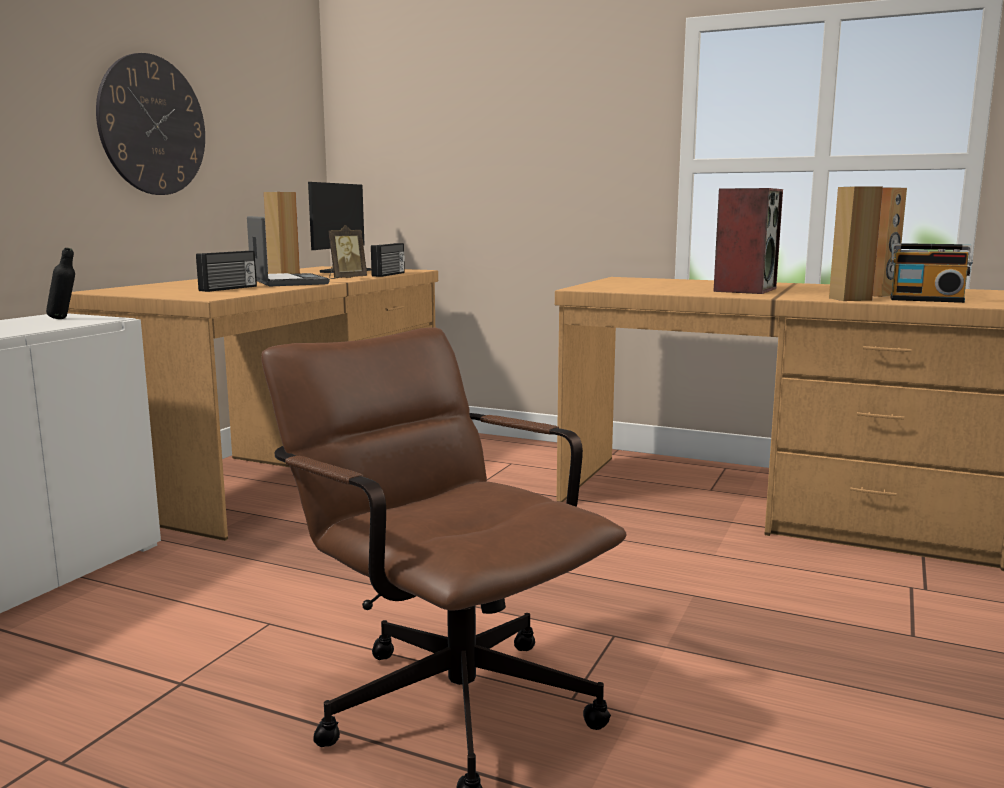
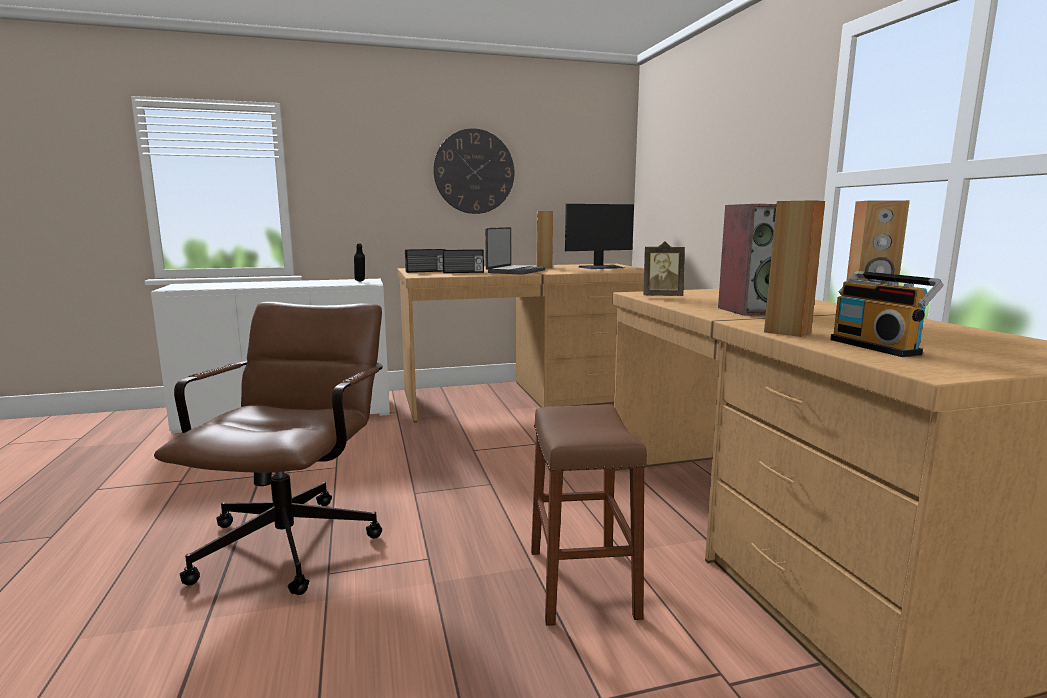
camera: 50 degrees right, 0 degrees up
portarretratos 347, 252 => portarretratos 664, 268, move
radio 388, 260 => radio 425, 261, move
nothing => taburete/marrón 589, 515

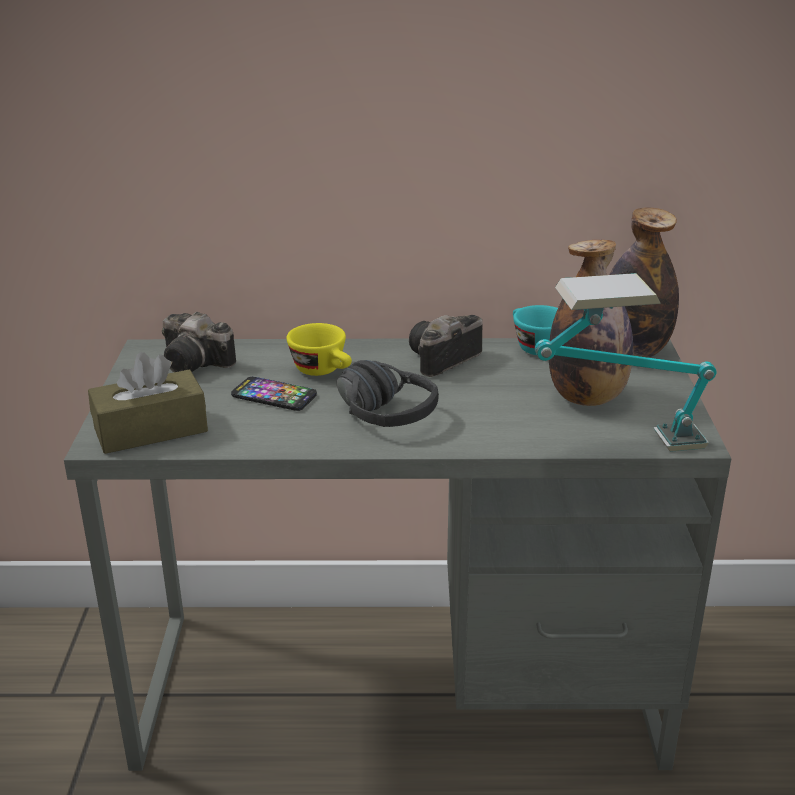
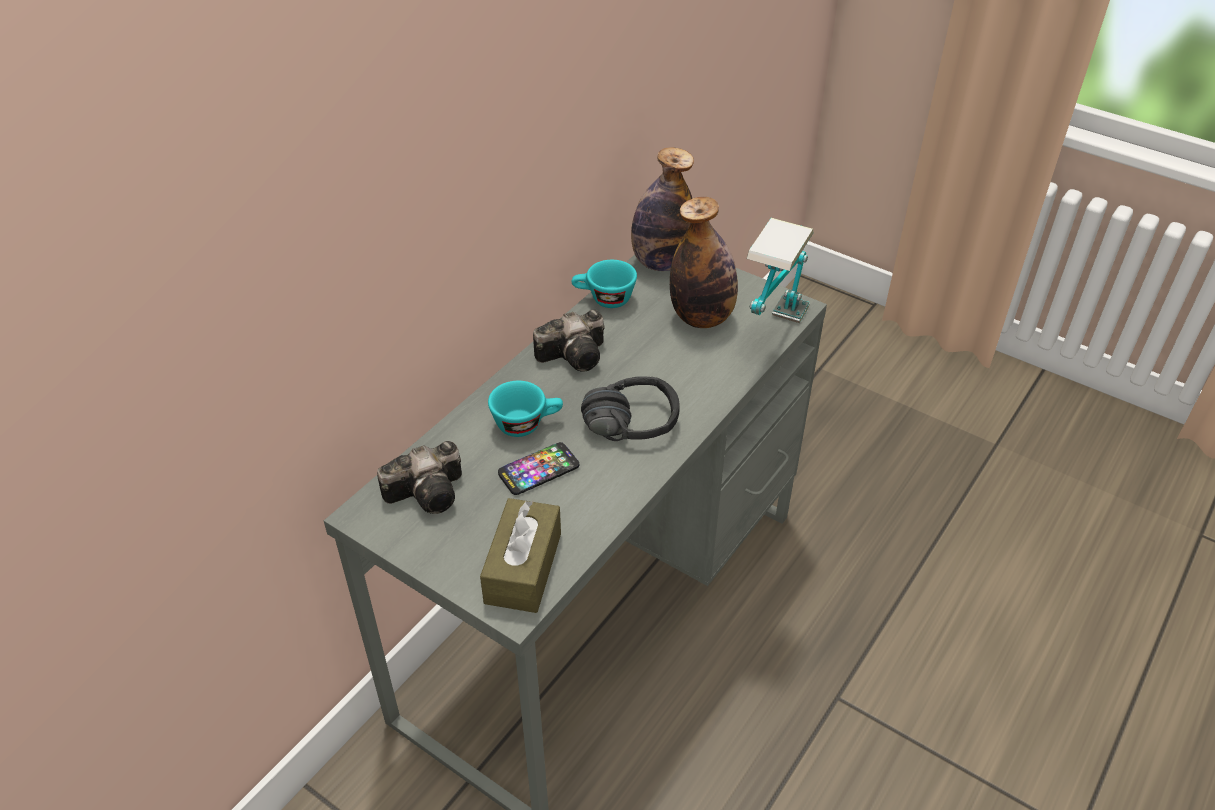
camera: 55 degrees left, 15 degrees up
taza/amarillo 319, 349 => taza/turquesa 525, 409
cámara 446, 346 => cámara 569, 340, 105 degrees counterclockwise

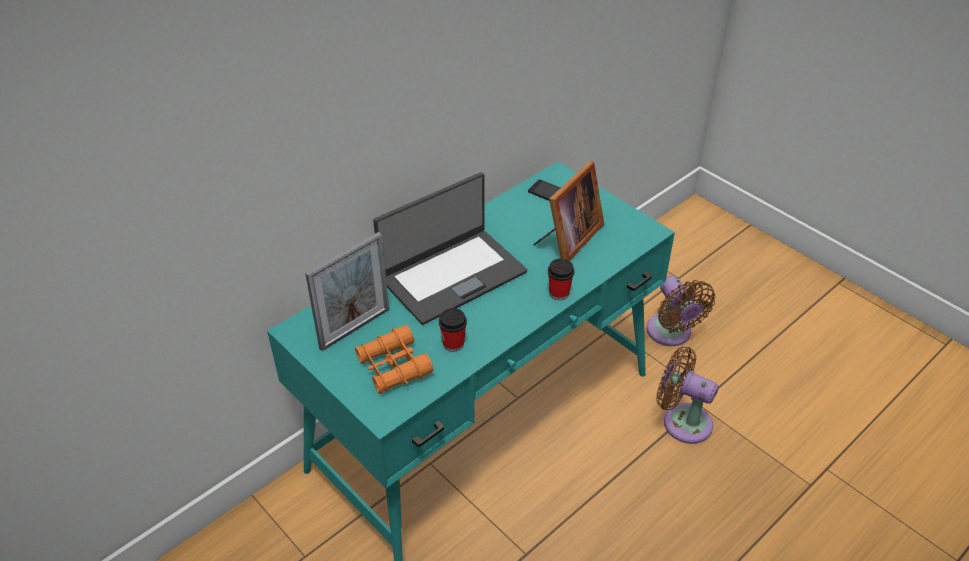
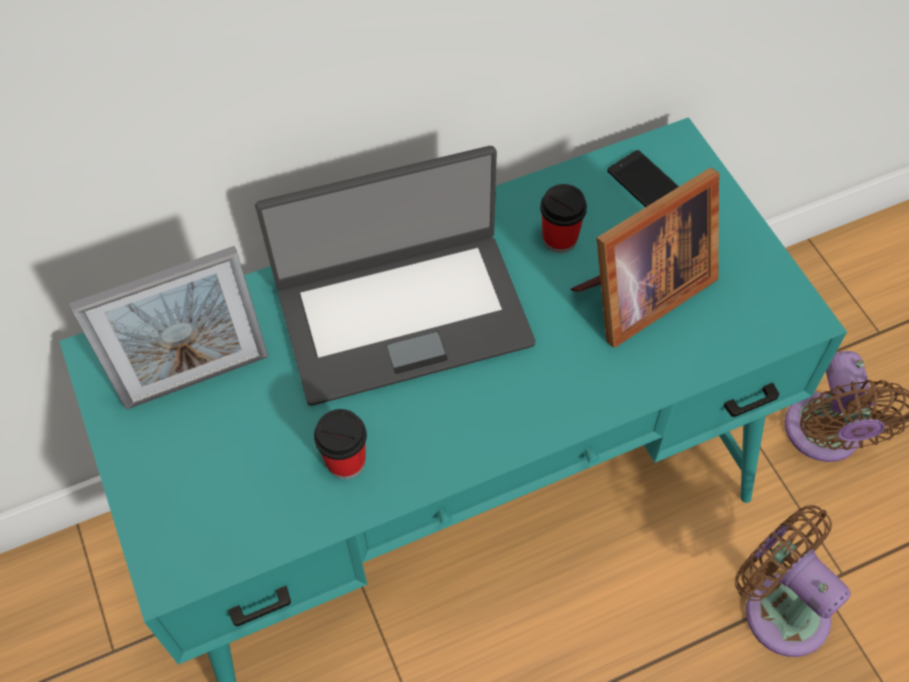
camera: 20 degrees right, 15 degrees up
prismáticos/naranja 394, 359 => nothing
taza 561, 279 => taza 563, 218, move

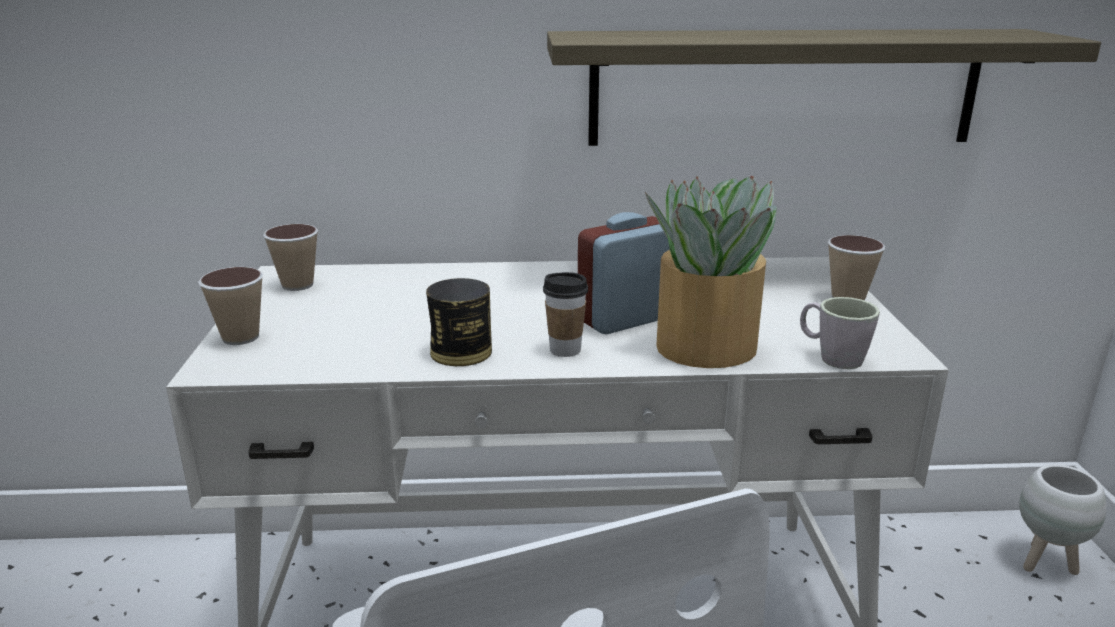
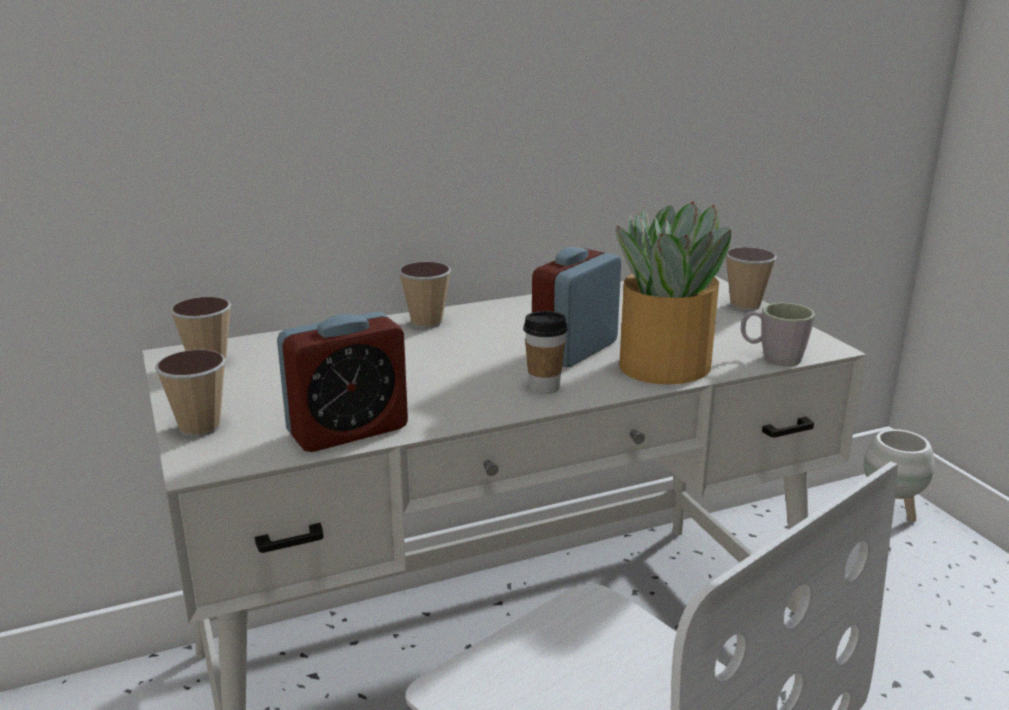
camera: 20 degrees left, 0 degrees up
lata 459, 322 => nothing
estante 824, 87 => nothing
nothing => despertador 342, 382
nothing => taza 425, 295

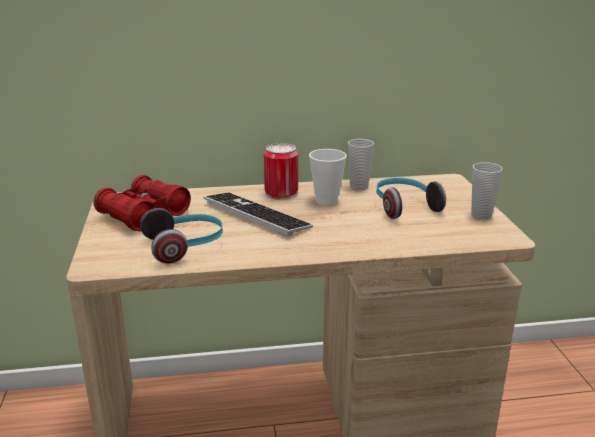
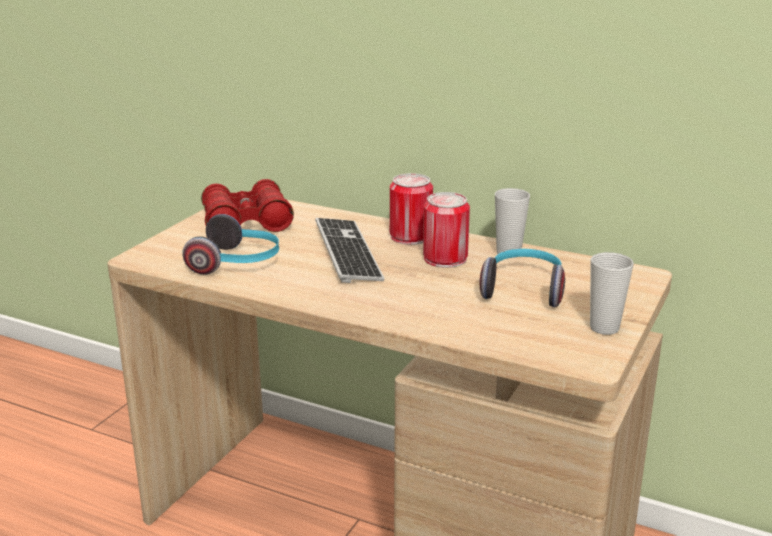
camera: 35 degrees right, 0 degrees up
taza 328, 177 => lata 446, 230

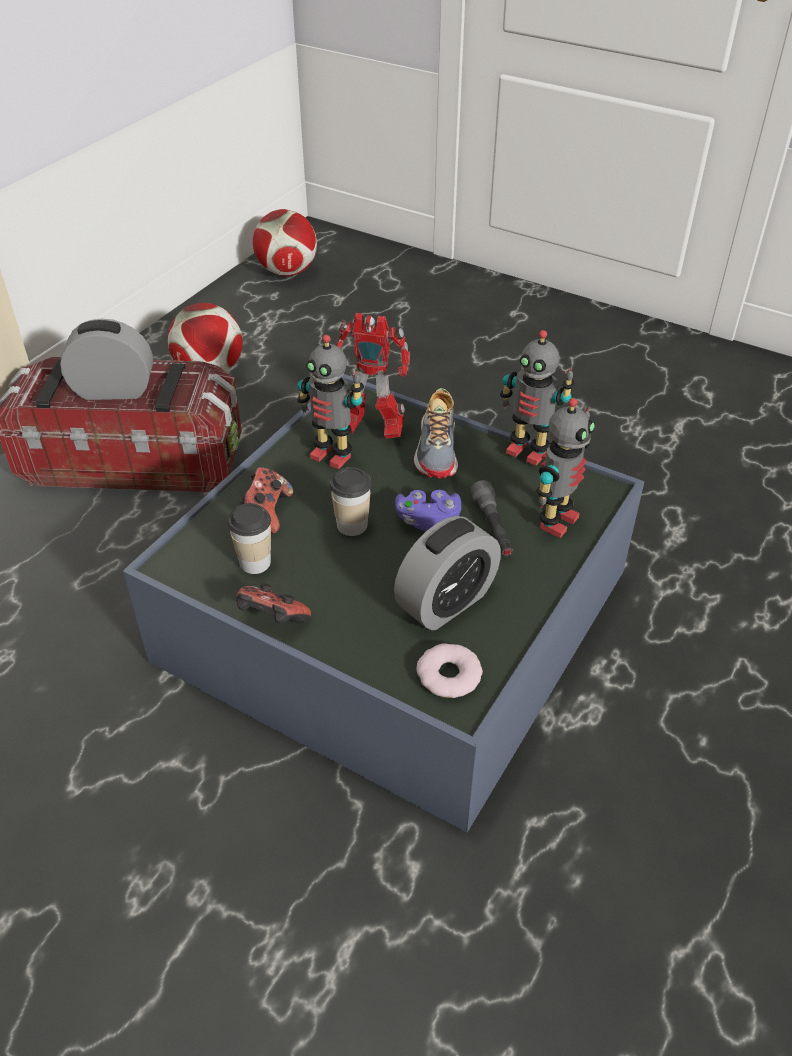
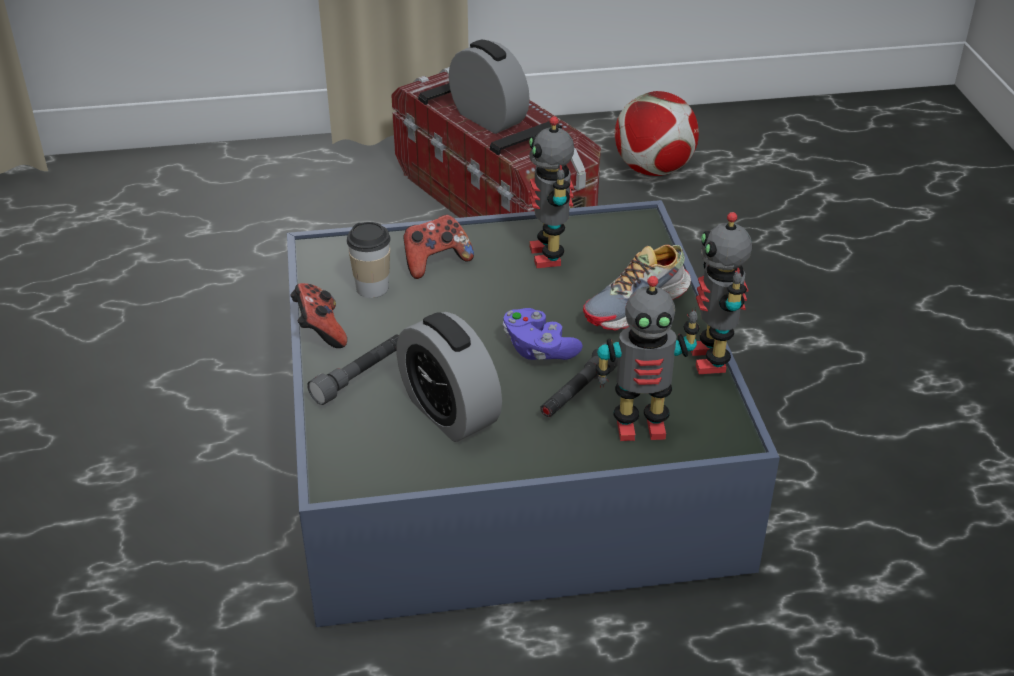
camera: 50 degrees right, 5 degrees down
balón de fútbol 285, 242 => nothing
taza 350, 501 => nothing
robot de juguete 373, 376 => nothing
despertador 447, 573 => despertador 449, 377, 45 degrees clockwise
rosquilla 450, 670 => nothing
nothing => linterna/gris 353, 370

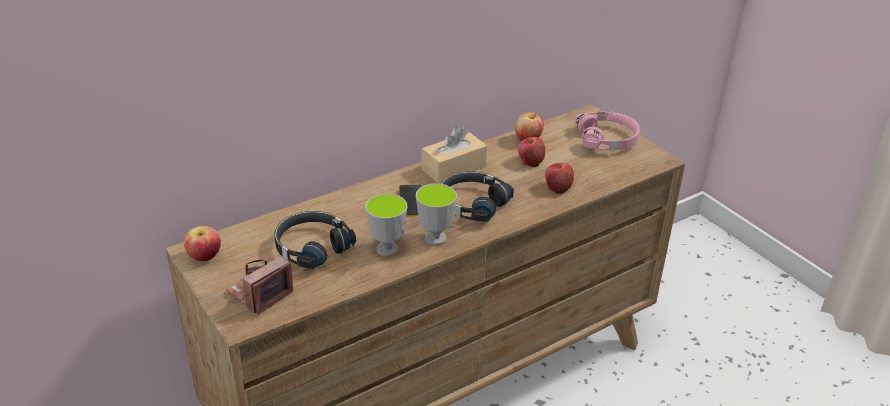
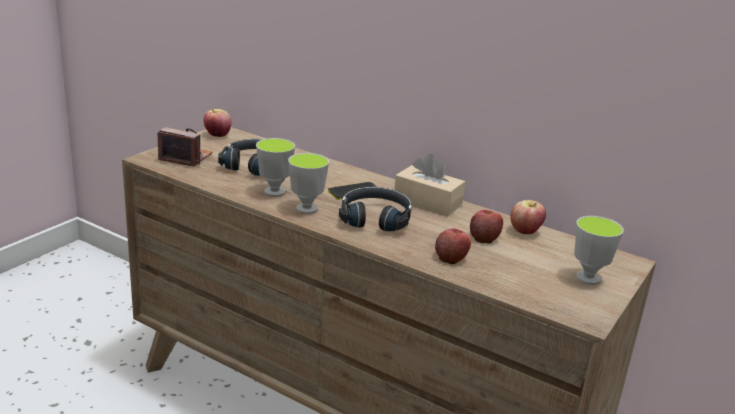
camera: 65 degrees right, 10 degrees down
auriculares/rosa 607, 130 => taza 599, 250

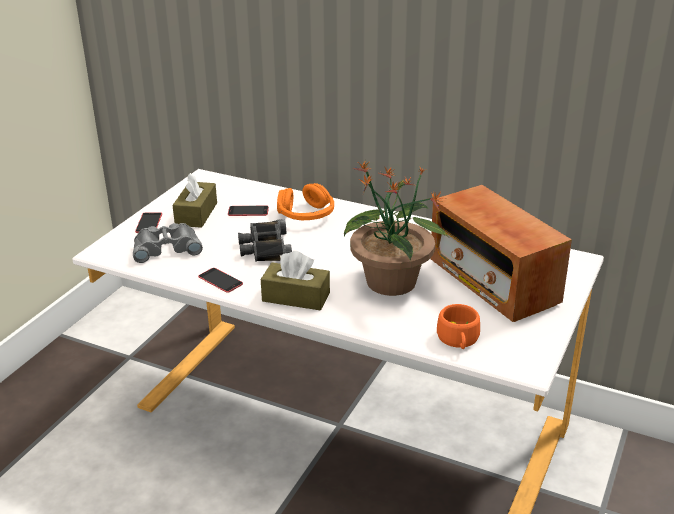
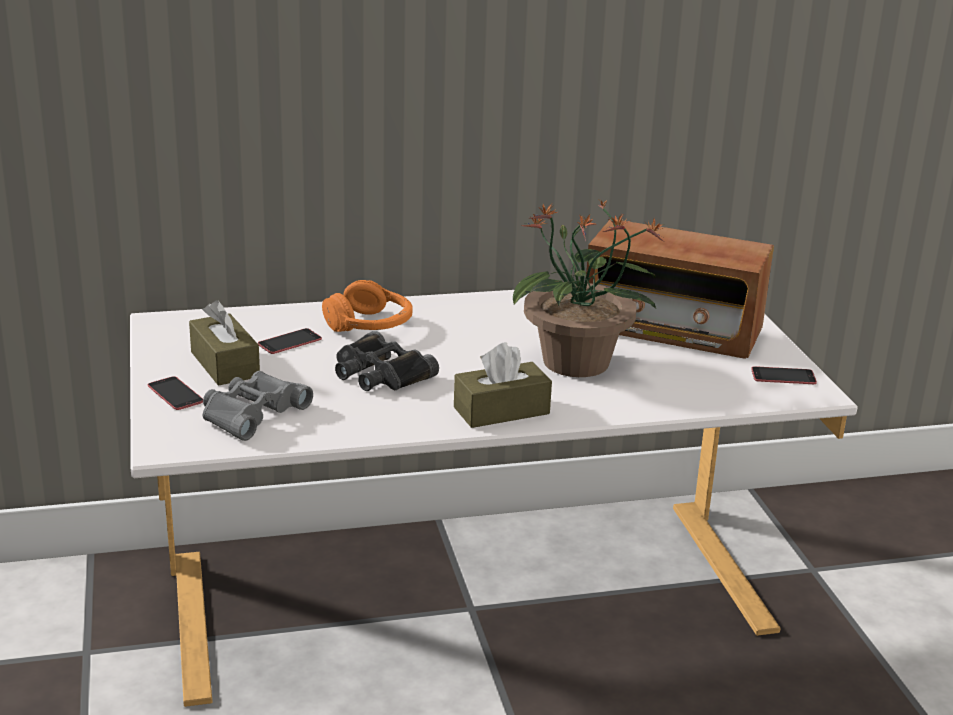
camera: 40 degrees left, 5 degrees down
móvil 220, 280 => móvil 784, 375, move
taza/naranja 458, 326 => nothing

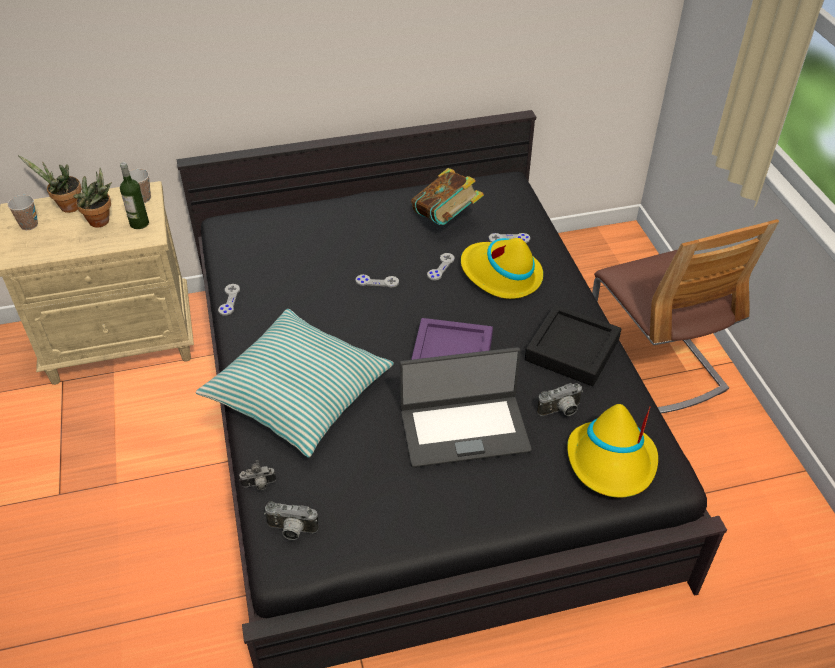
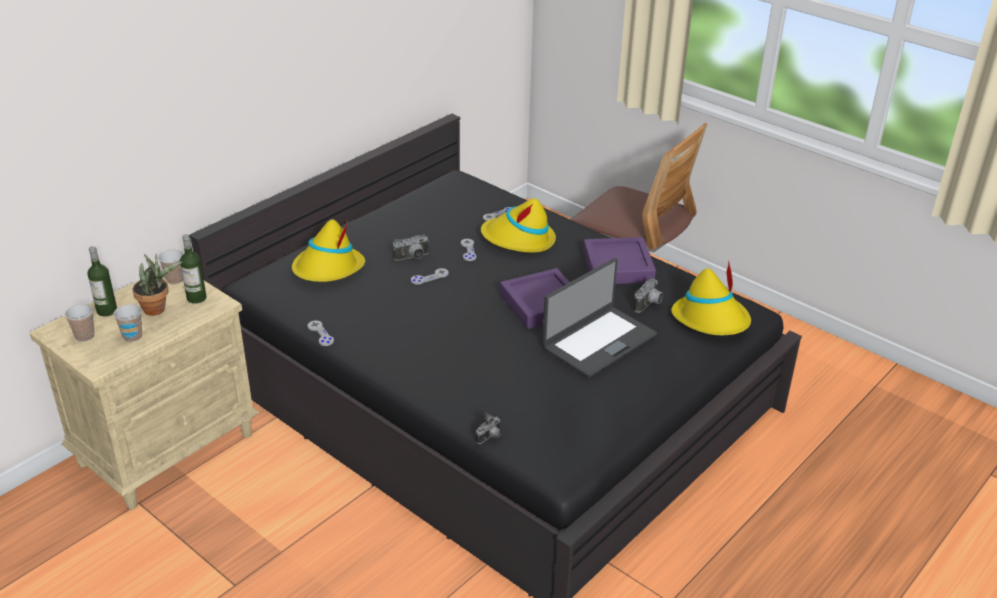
camera: 35 degrees left, 10 degrees down
planta en maceta 50, 184 => botella 102, 281
cojín 295, 383 => nothing
cámara 291, 520 => cámara 411, 247, move
libro 447, 196 => nothing
bandeja/negro 573, 345 => bandeja/morado 619, 260
nothing => taza 127, 323
nothing => sombrero/amarillo 328, 250

